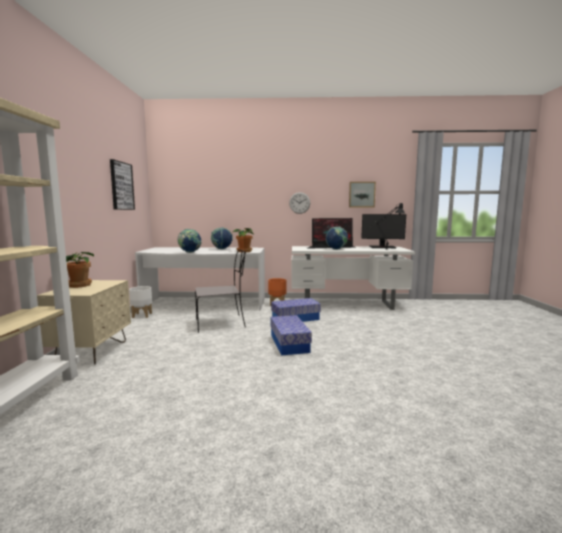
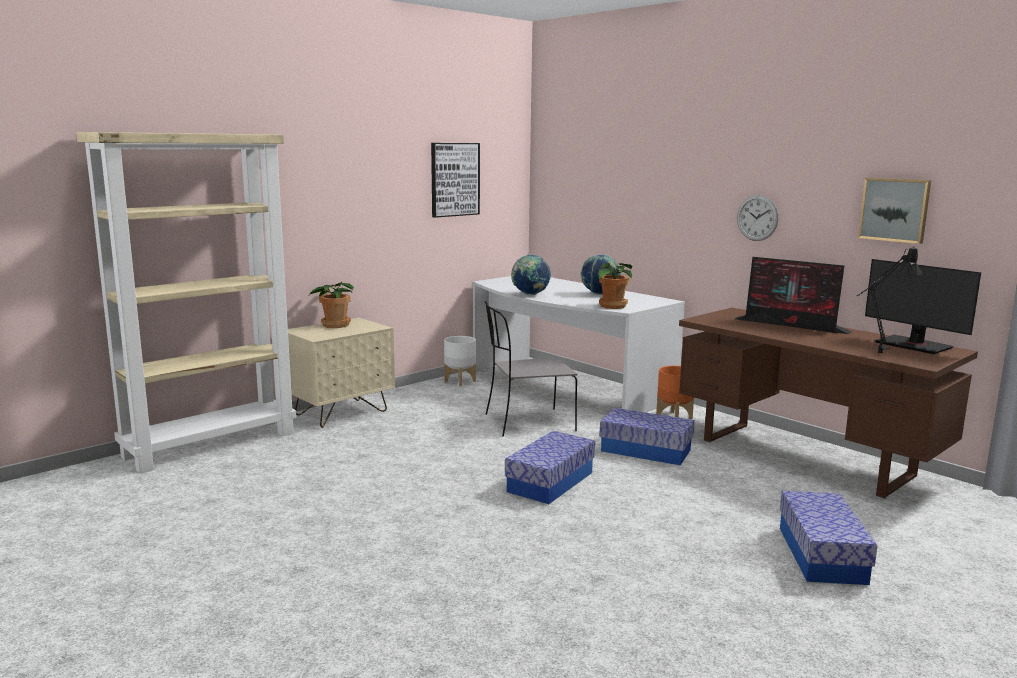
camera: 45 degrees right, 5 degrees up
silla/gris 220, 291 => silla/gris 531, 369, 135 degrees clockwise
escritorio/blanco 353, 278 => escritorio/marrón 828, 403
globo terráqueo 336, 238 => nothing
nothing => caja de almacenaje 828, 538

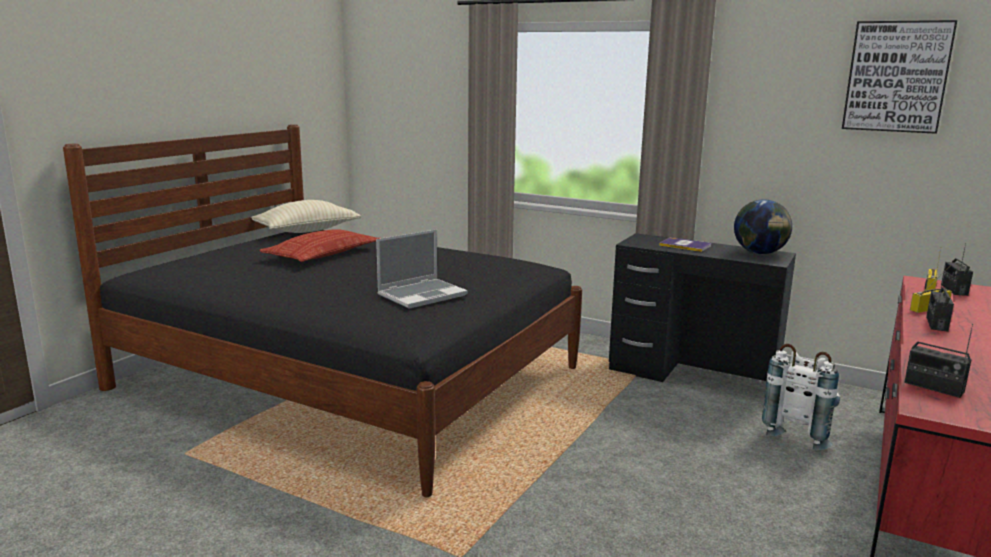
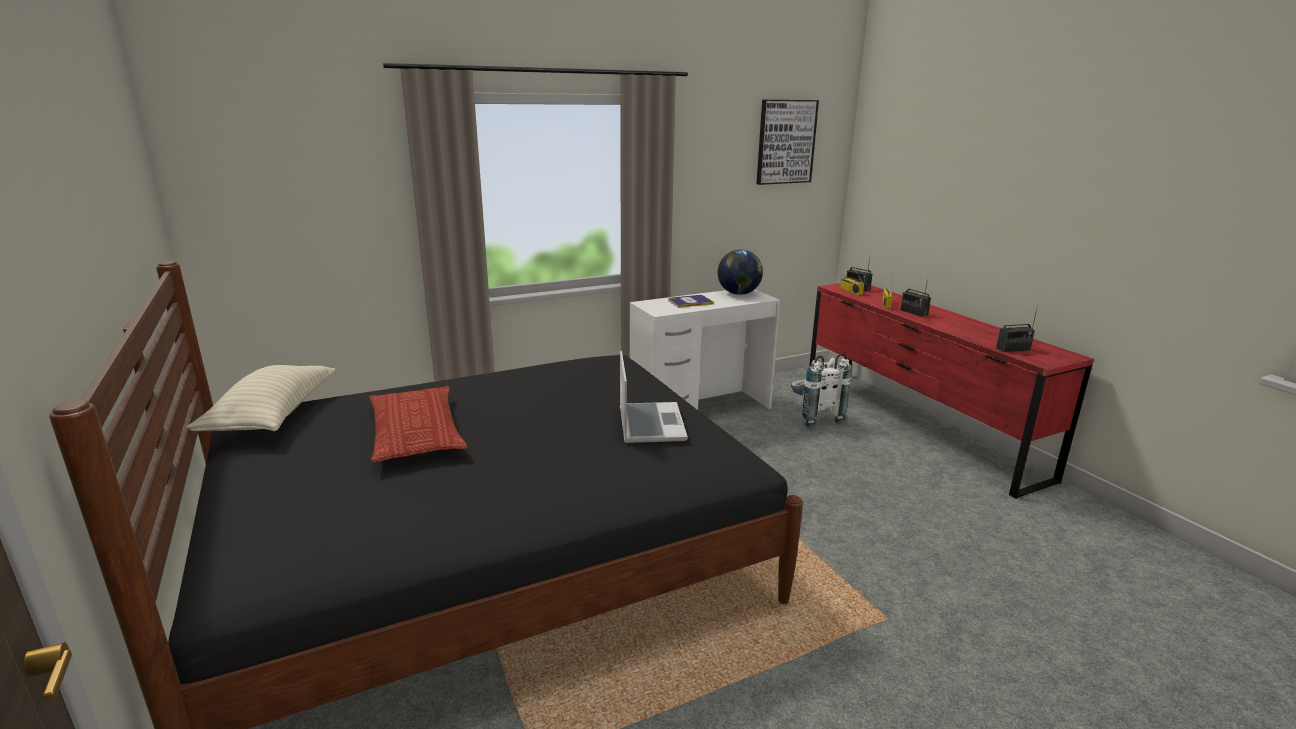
camera: 55 degrees left, 5 degrees up
escritorio/negro 702, 307 => escritorio/blanco 705, 350

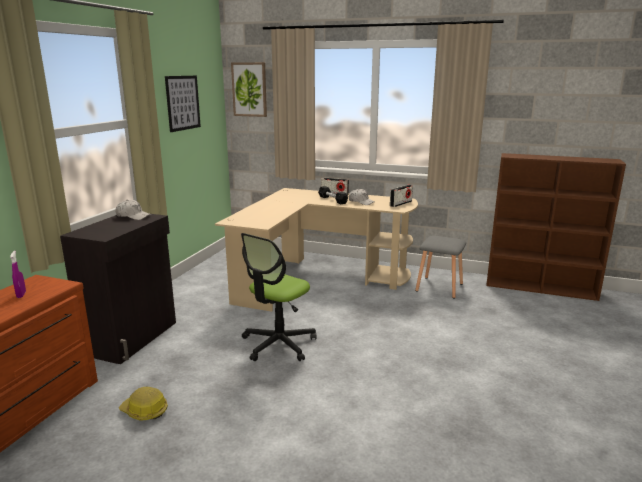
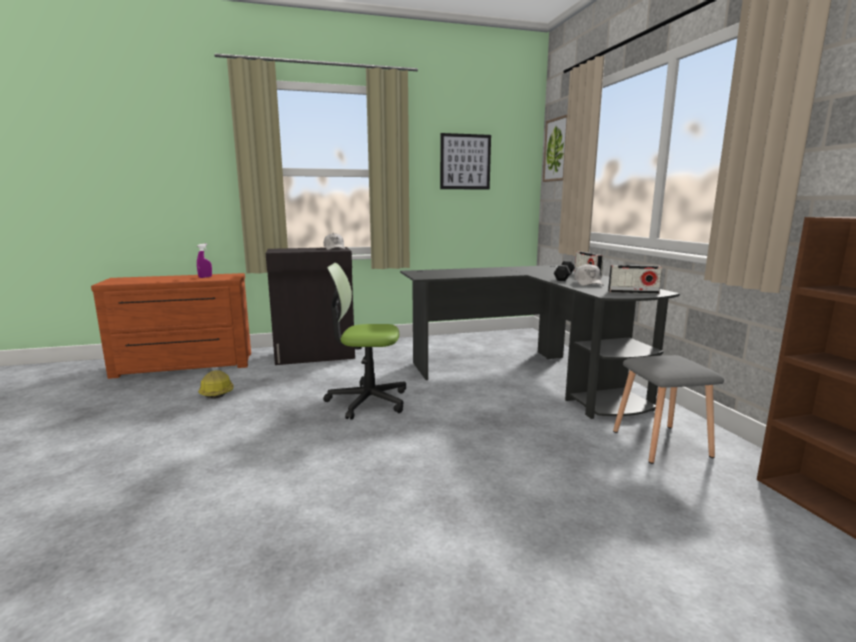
camera: 55 degrees right, 5 degrees down
escritorio/beis 316, 250 => escritorio/negro 540, 342

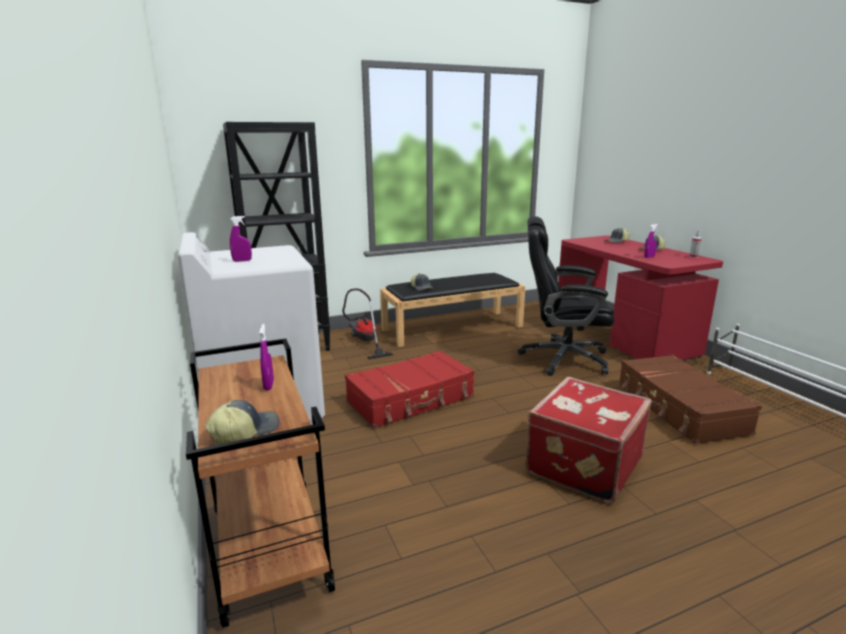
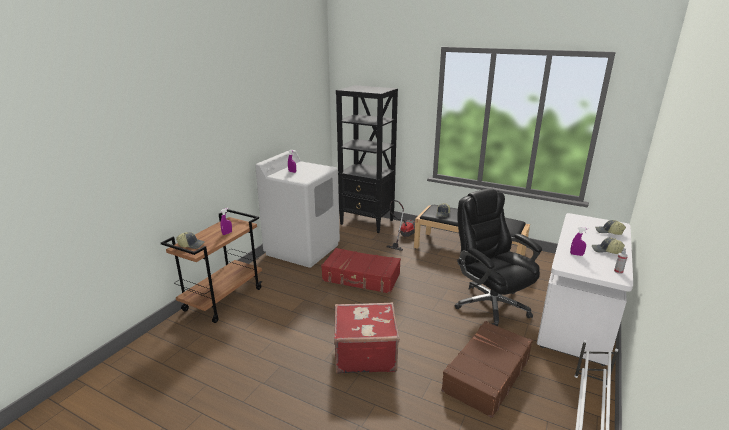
camera: 50 degrees right, 5 degrees up
escritorio/rojo 640, 298 => escritorio/blanco 585, 289

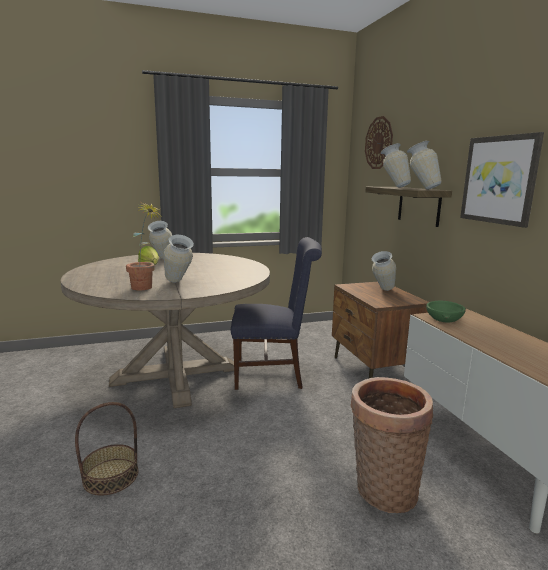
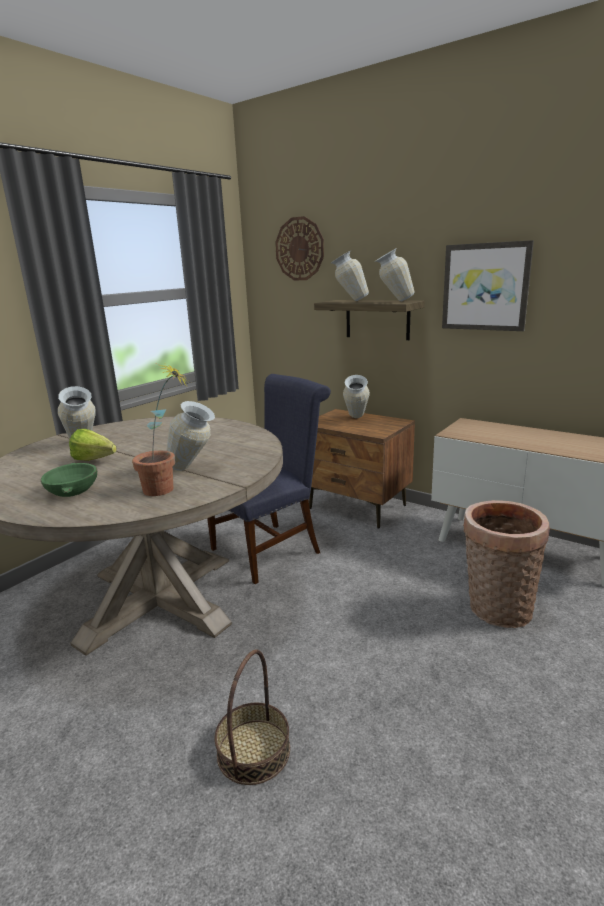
camera: 35 degrees left, 5 degrees up
cuenco/verde 446, 312 => cuenco/verde 69, 480, move

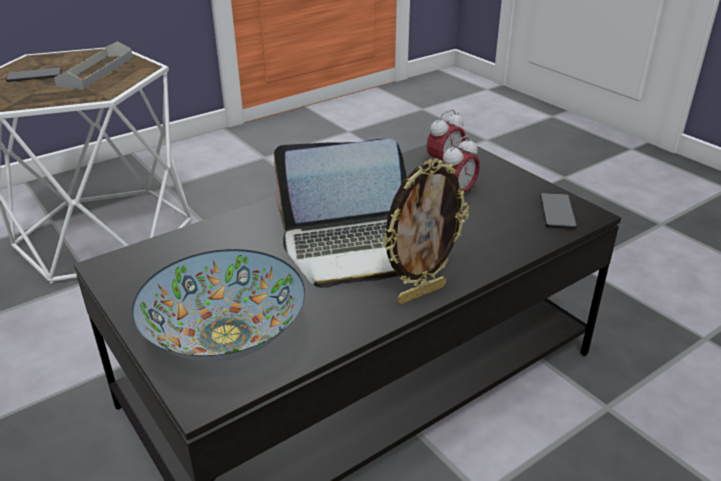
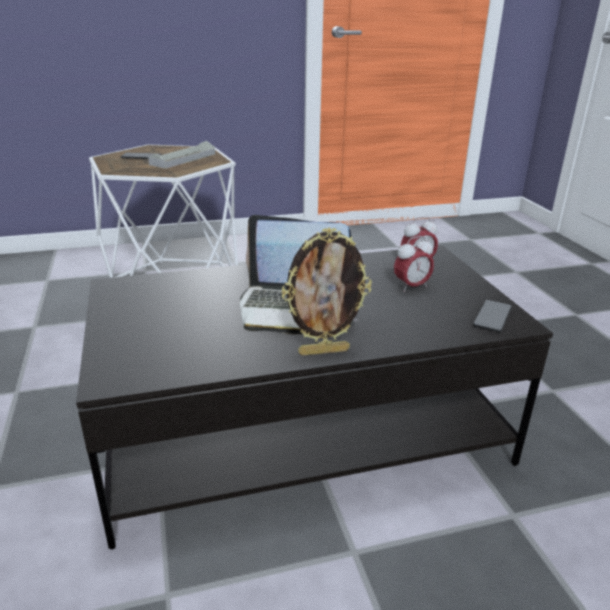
camera: 20 degrees right, 5 degrees down
cuenco 218, 305 => nothing

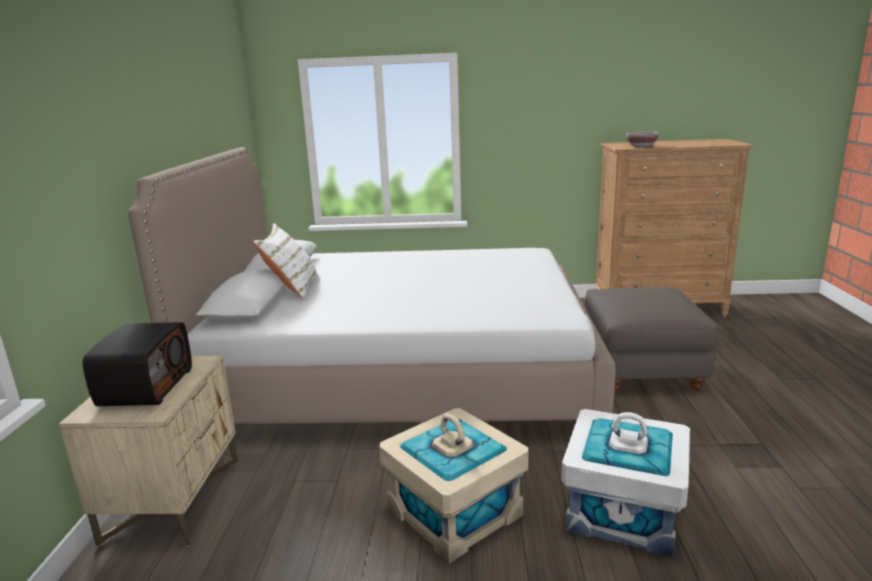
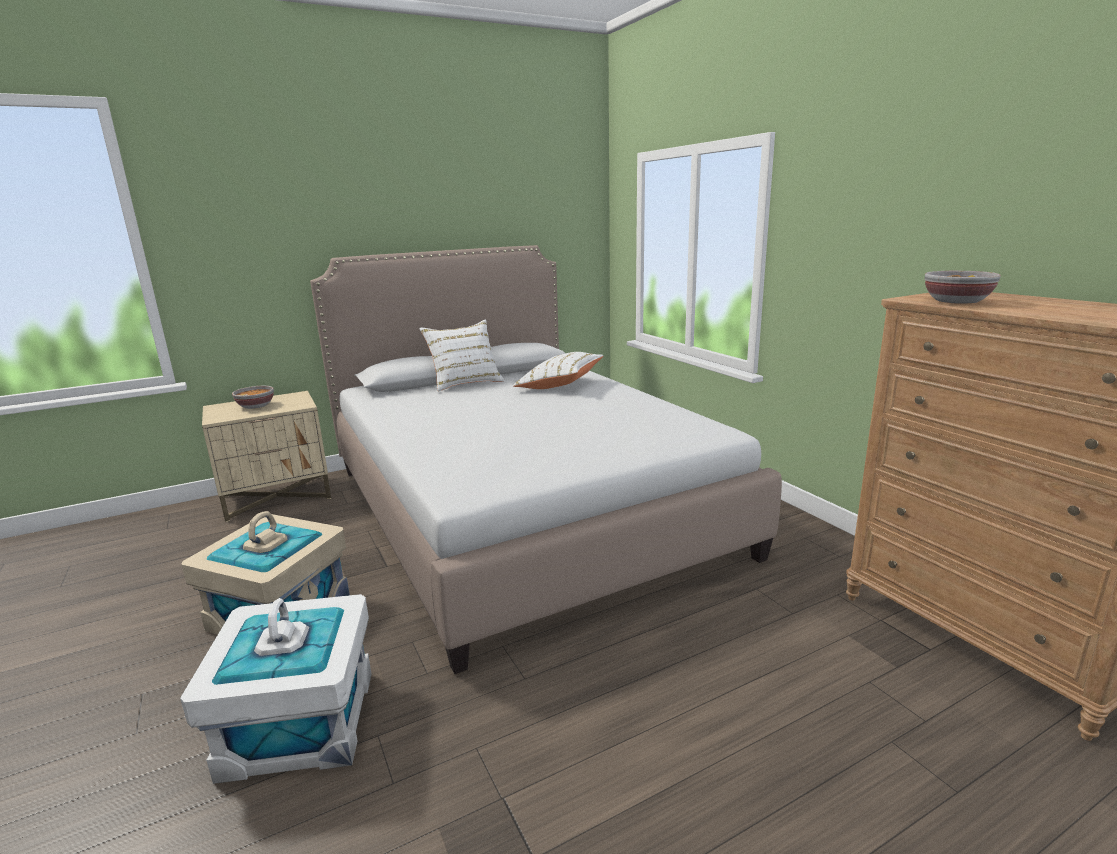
camera: 60 degrees right, 0 degrees up
radio 137, 364 => cuenco 253, 397
puf/gris 651, 339 => nothing
nothing => cojín/blanco 558, 370

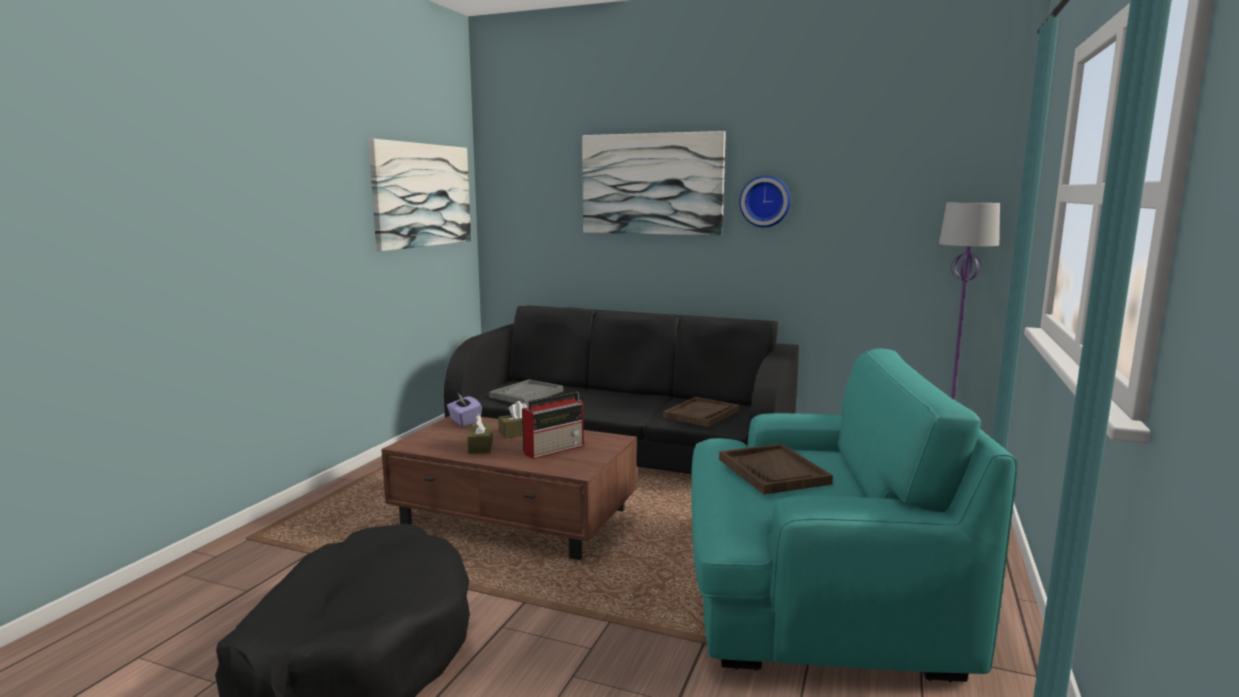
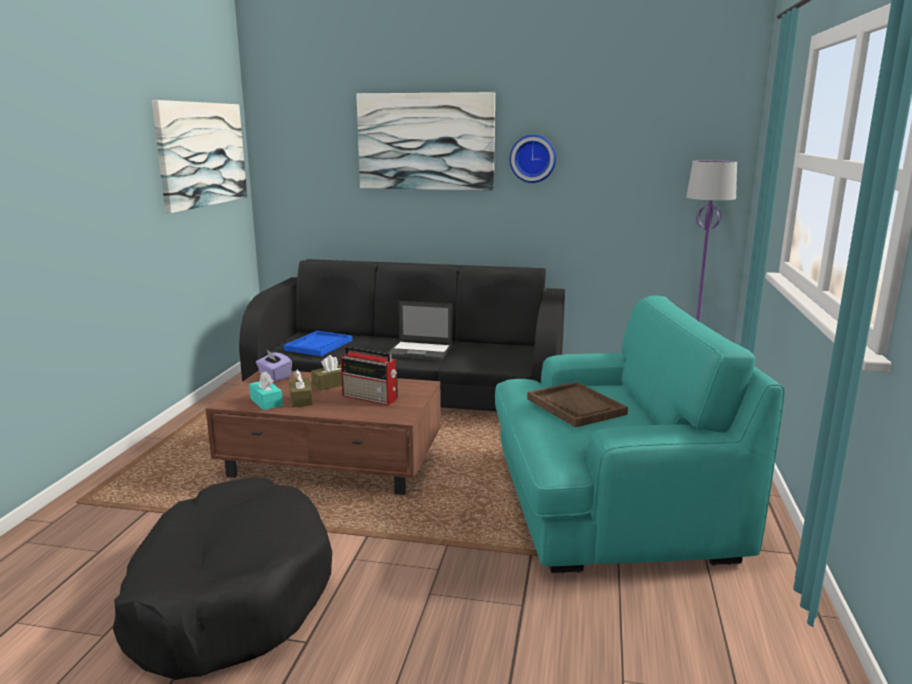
camera: 10 degrees left, 5 degrees up
bandeja/gris 526, 392 => bandeja/azul 318, 343
radio 553, 425 => radio 369, 375, 75 degrees clockwise
bandeja/marrón 701, 412 => nothing
nothing => caja de pañuelos/turquesa 266, 391
nothing => portátil 420, 330

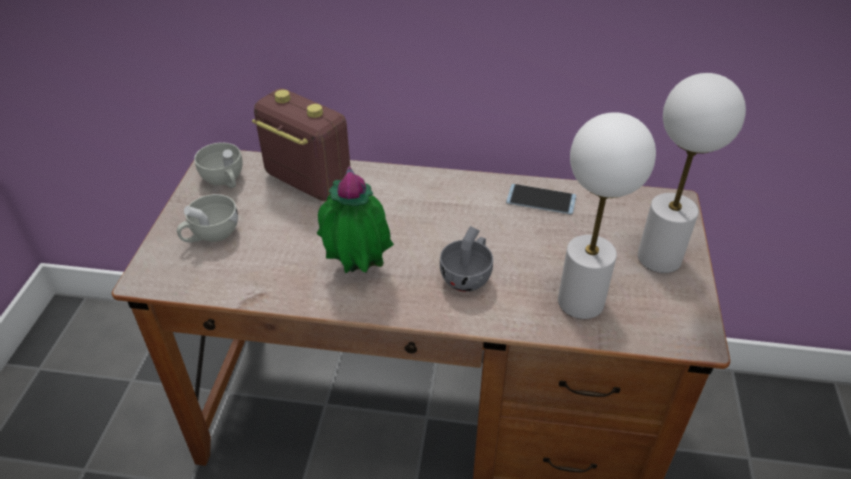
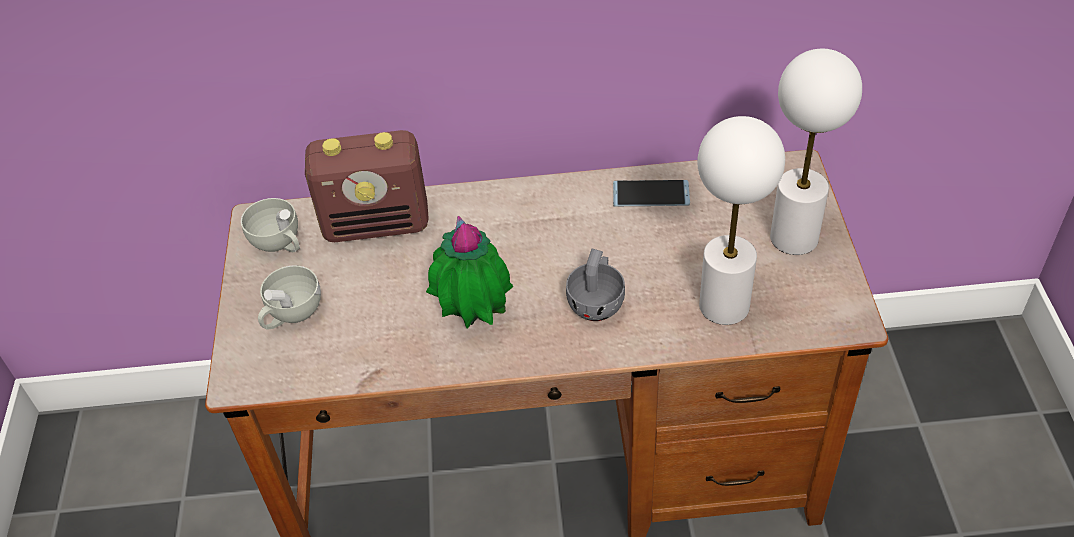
camera: 10 degrees left, 5 degrees up
radio 301, 145 => radio 367, 186, 150 degrees clockwise

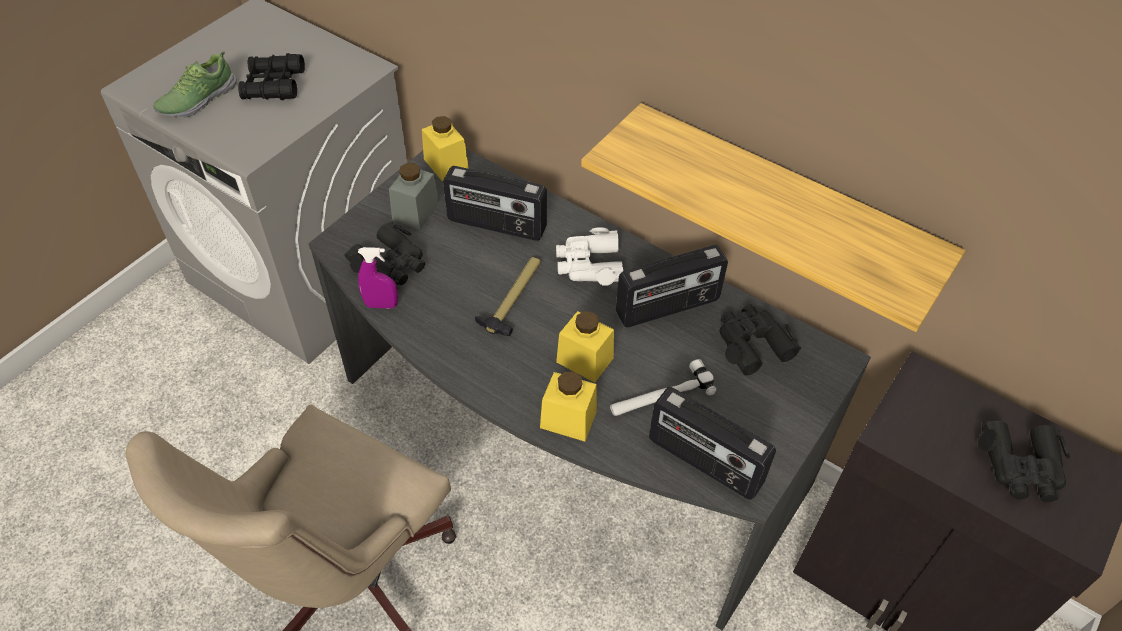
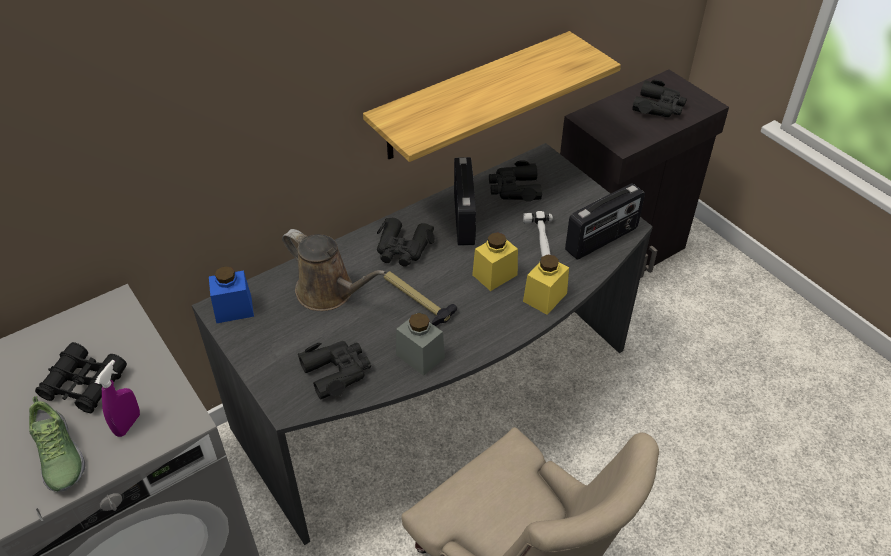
camera: 70 degrees left, 5 degrees down
pulverizador/morado 378, 278 => pulverizador/morado 117, 398, move
tarro/gris 414, 196 => tarro/gris 420, 344, move
tarro/amarillo 445, 148 => tarro/azul 231, 294
radio 495, 203 => regadera/marrón 334, 270
prismáticos/blanco 589, 256 => prismáticos/negro 406, 242

